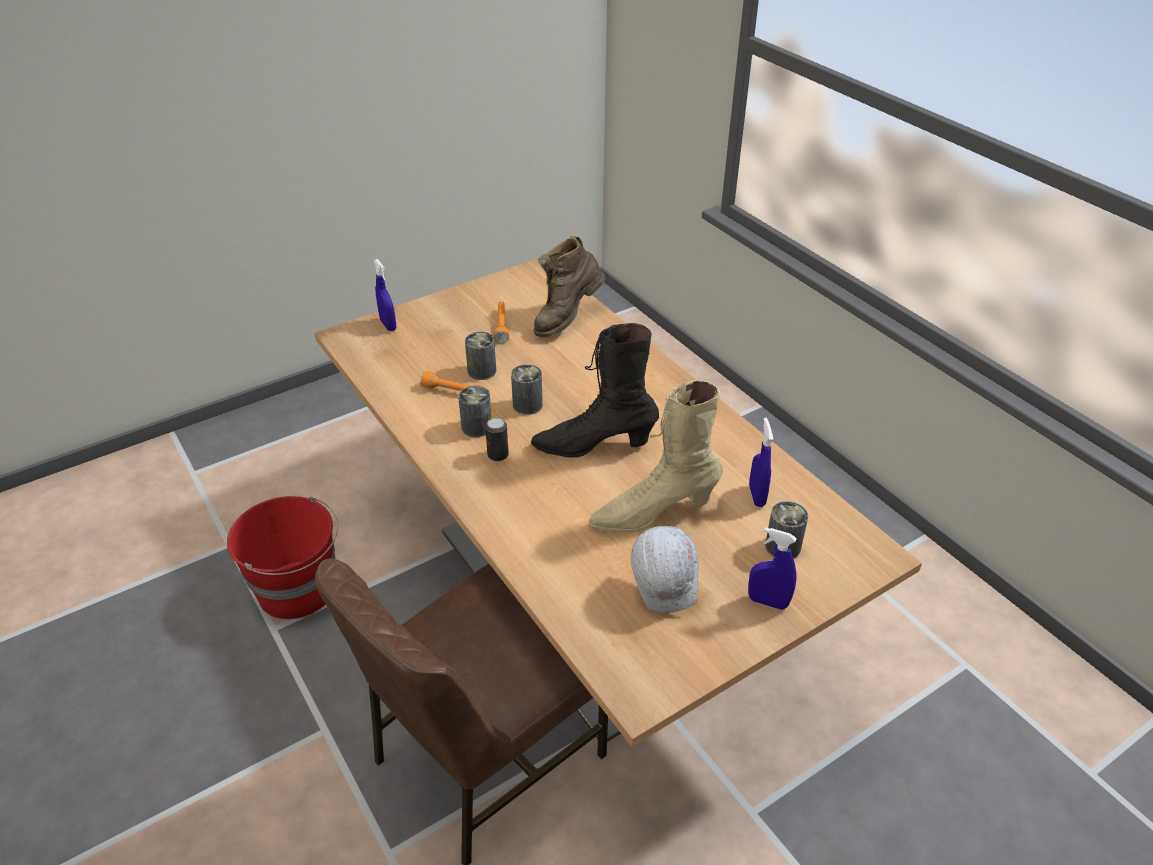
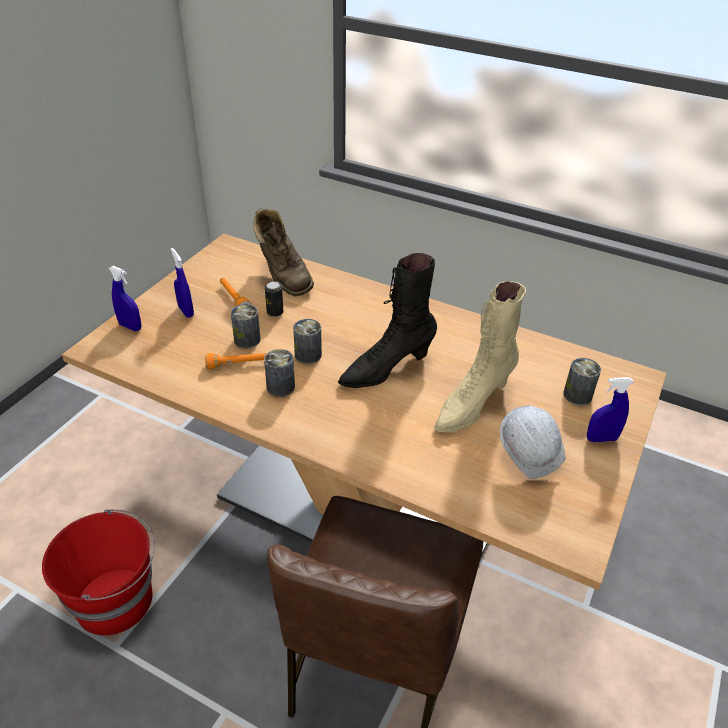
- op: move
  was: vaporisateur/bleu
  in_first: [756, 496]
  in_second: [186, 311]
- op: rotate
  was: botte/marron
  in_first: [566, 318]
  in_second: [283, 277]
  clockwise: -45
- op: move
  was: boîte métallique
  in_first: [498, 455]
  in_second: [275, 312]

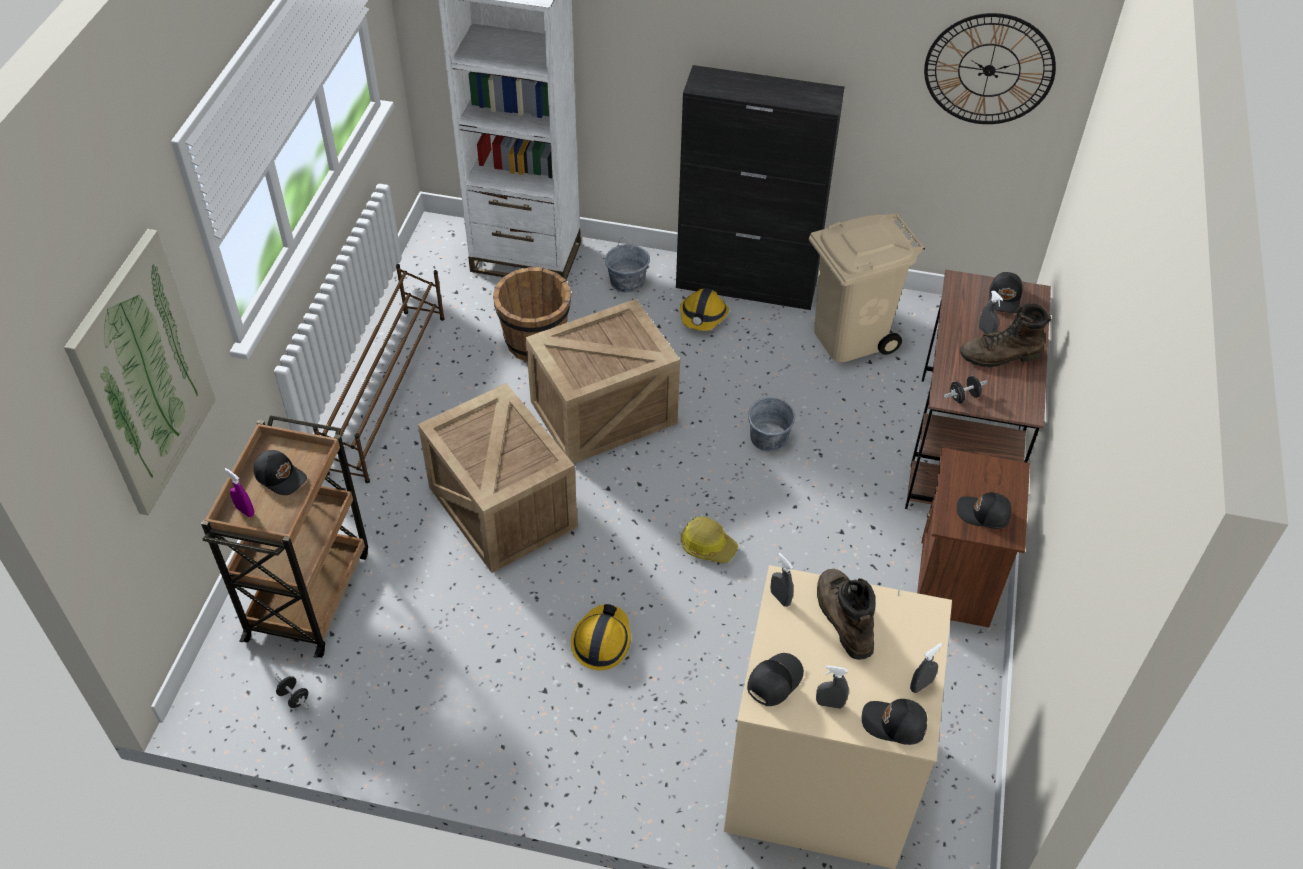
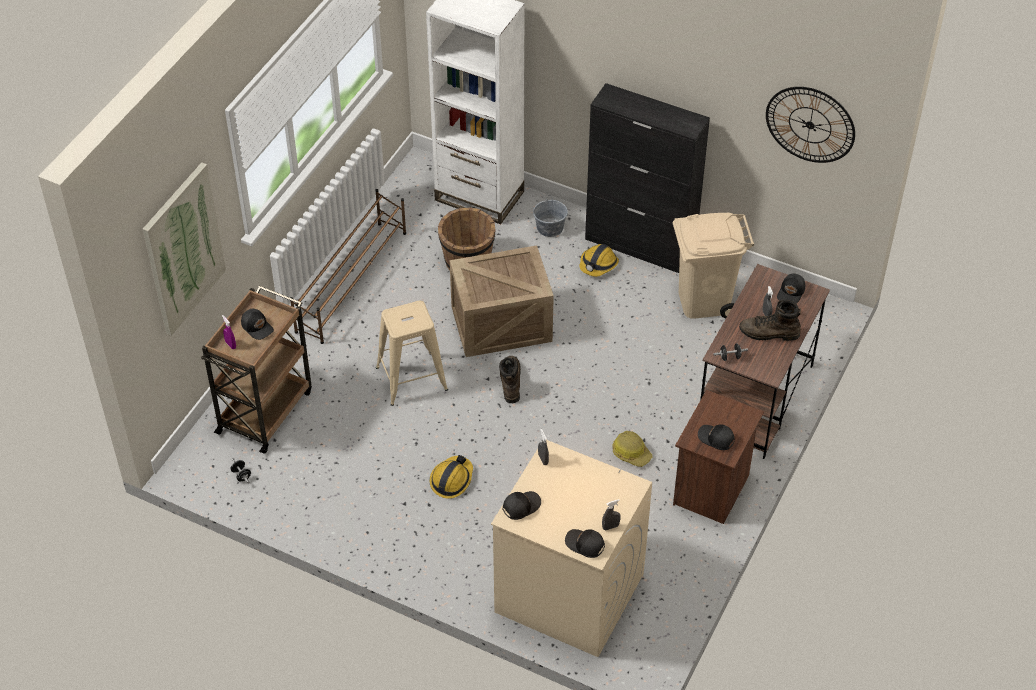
- op: replace
  was: caisse
  now: tabouret/beige
  in_first: [504, 508]
  in_second: [411, 378]
- op: move
  was: botte/marron
  in_first: [843, 618]
  in_second: [510, 382]
- op: move
  was: casque de chantier
  in_first: [707, 545]
  in_second: [631, 452]
- op: delete
  was: seau/gris
  in_first: [769, 438]
- op: delete
  was: vaporisateur/gris
  in_first: [829, 704]

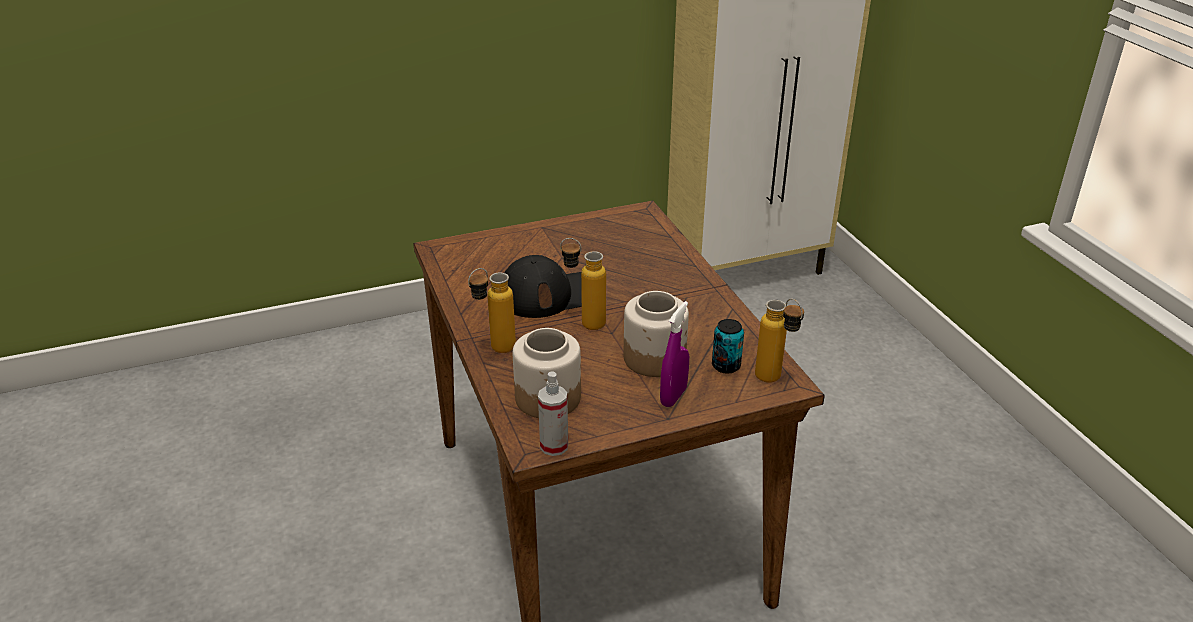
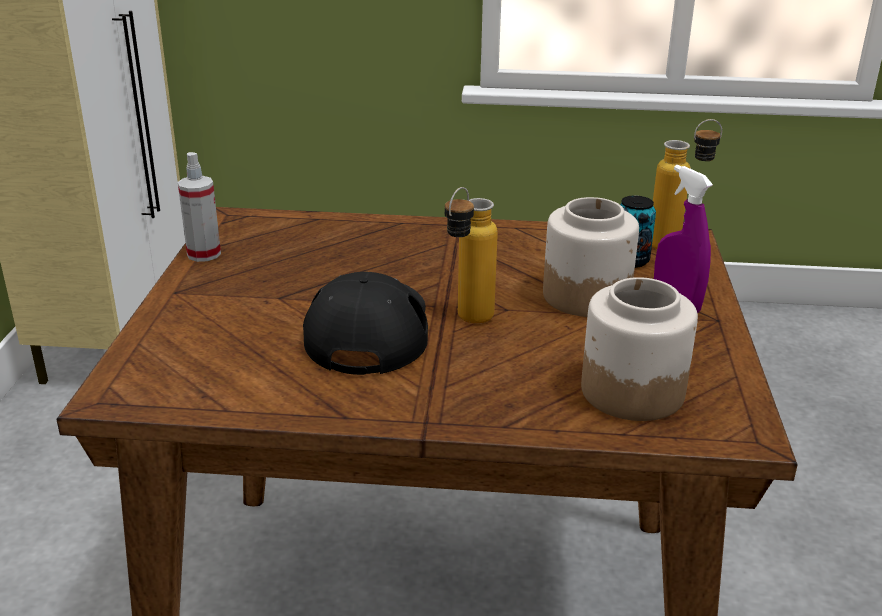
- op: move
  was: vaporisateur
  in_first: [554, 446]
  in_second: [204, 254]
- op: delete
  was: bouteille
  in_first: [494, 350]

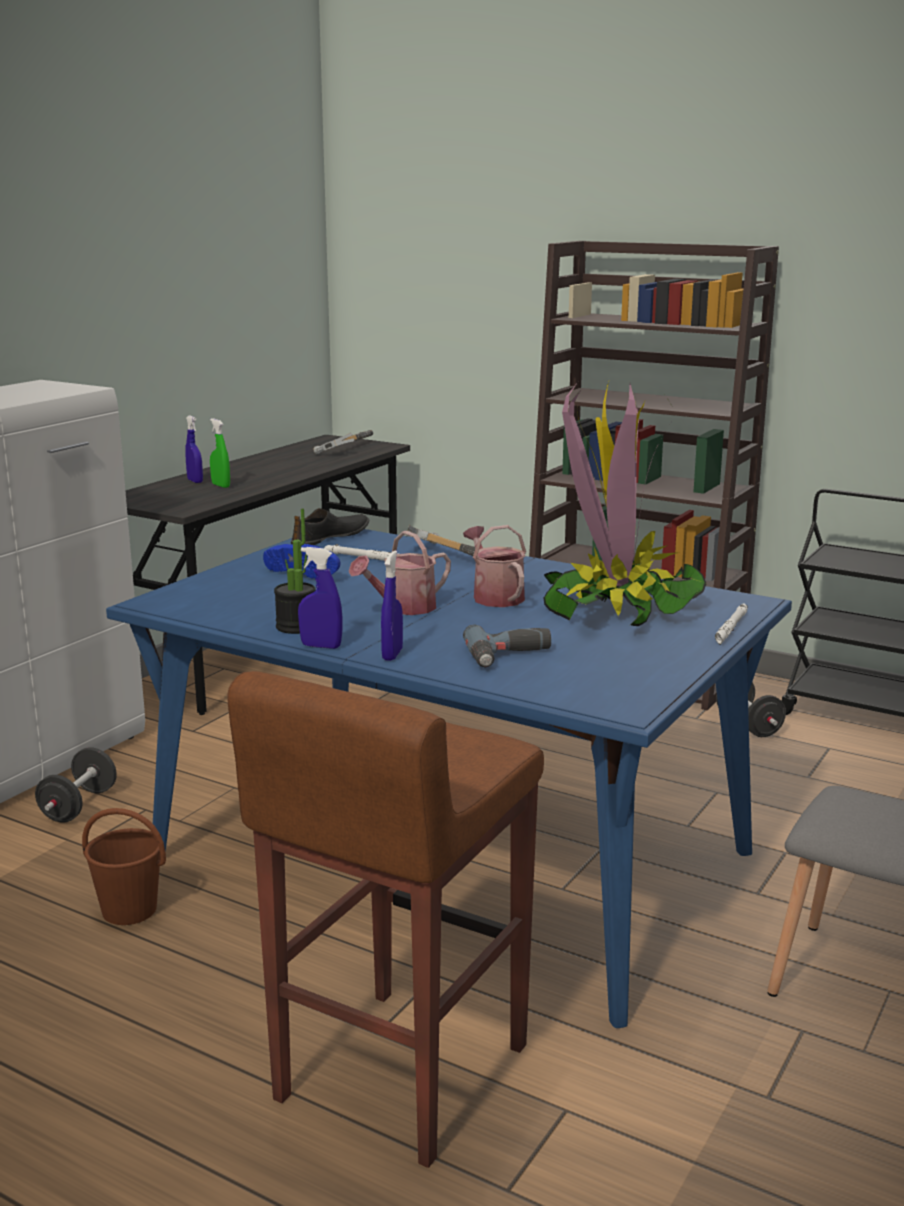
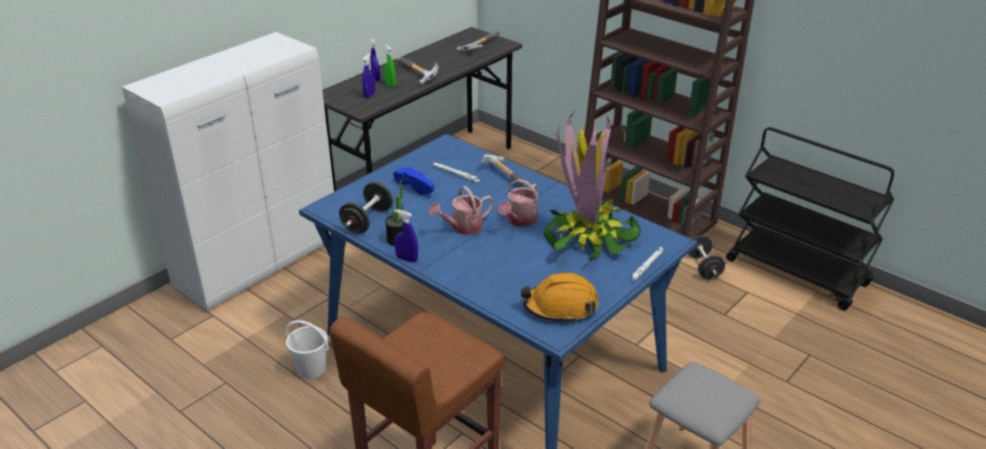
- op: recolor
  was: seau/marron
  now: seau/blanc
  in_first: [128, 910]
  in_second: [310, 368]
- op: move
  was: haltère/noir
  in_first: [79, 806]
  in_second: [367, 221]
- op: move
  was: vaporisateur/bleu
  in_first: [392, 654]
  in_second: [369, 95]
- op: insert
  now: marteau
  in_second: [415, 75]
- op: rotate
  was: arrosoir
  in_first: [495, 596]
  in_second: [519, 221]
  clockwise: -135
- op: insert
  now: casque de chantier/orange
  in_second: [560, 307]
- op: delete
  was: chaussure/noir
  in_first: [331, 537]
- op: delete
  was: perceuse
  in_first: [510, 656]

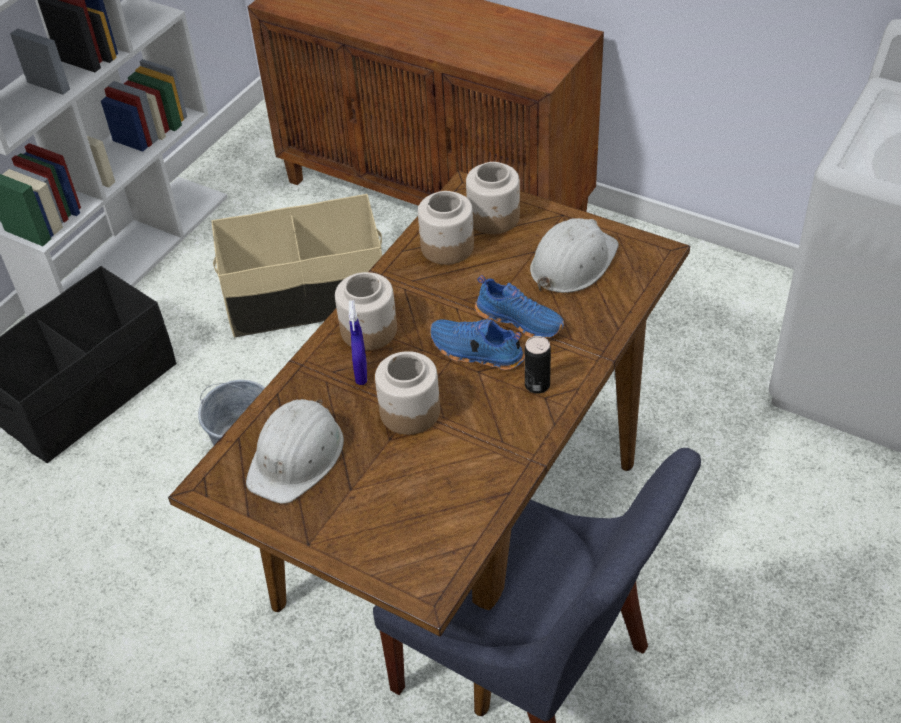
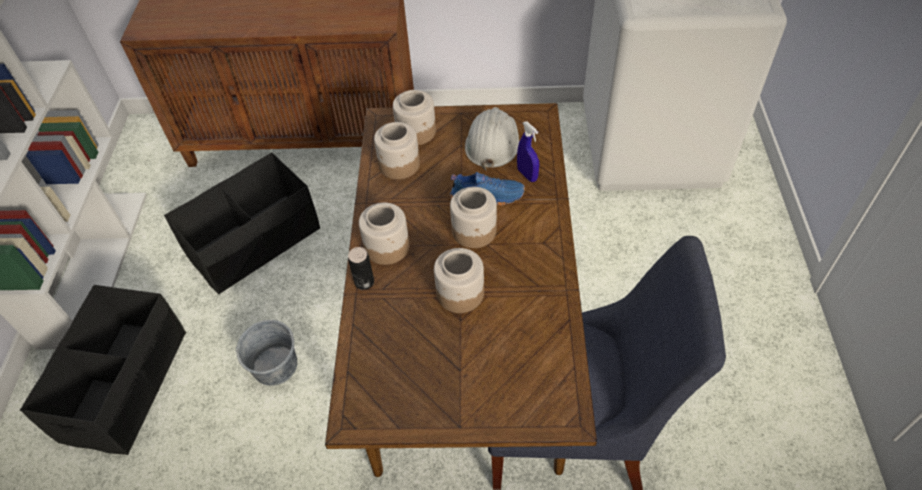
- op: recolor
  was: boîte de rangement/beige
  now: boîte de rangement/noir
  in_first: [306, 297]
  in_second: [255, 243]
- op: move
  was: boîte métallique
  in_first: [537, 385]
  in_second: [364, 282]
- op: replace
  was: chaussure/bleu
  now: bocal
  in_first: [476, 353]
  in_second: [474, 231]
- op: move
  was: vaporisateur/bleu
  in_first: [361, 373]
  in_second: [527, 175]
- op: delete
  was: casque de chantier/blanc
  in_first: [297, 456]

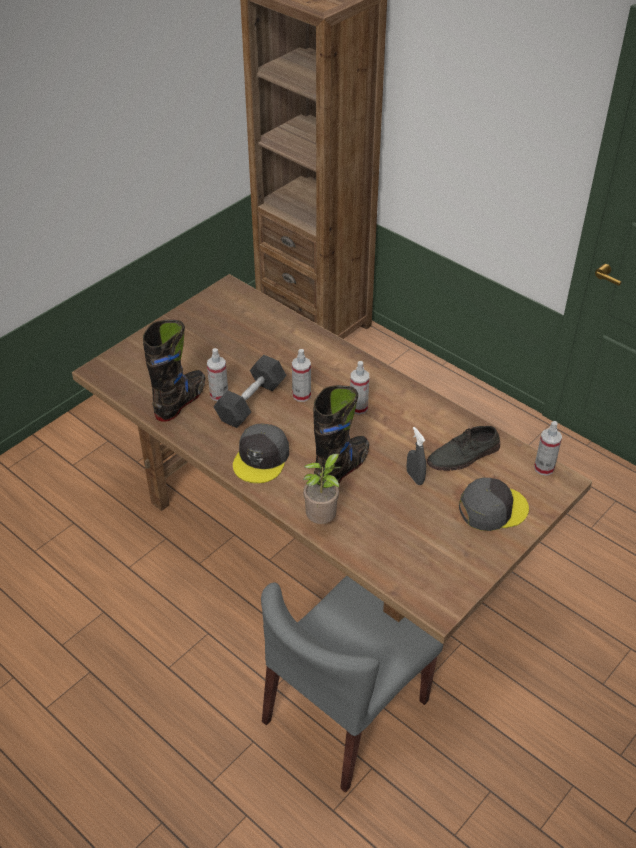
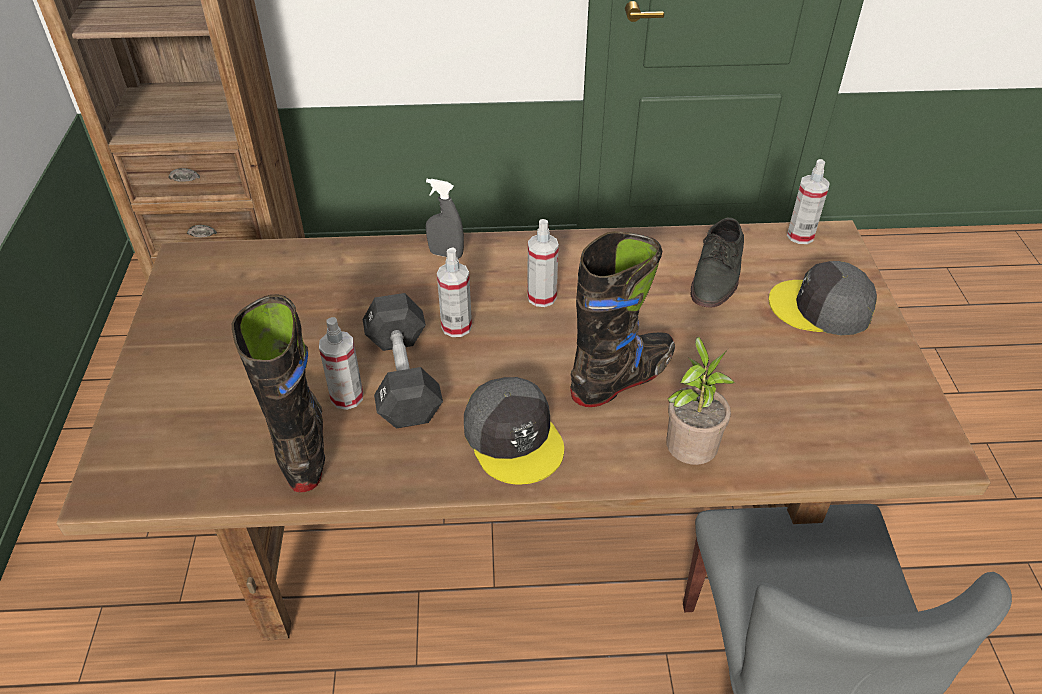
- op: move
  was: vaporisateur/gris
  in_first: [415, 477]
  in_second: [446, 254]
- op: rotate
  was: botte/noir
  in_first: [342, 468]
  in_second: [622, 378]
  clockwise: 60
- op: rotate
  was: casquette/gris
  in_first: [492, 508]
  in_second: [821, 308]
  clockwise: -105

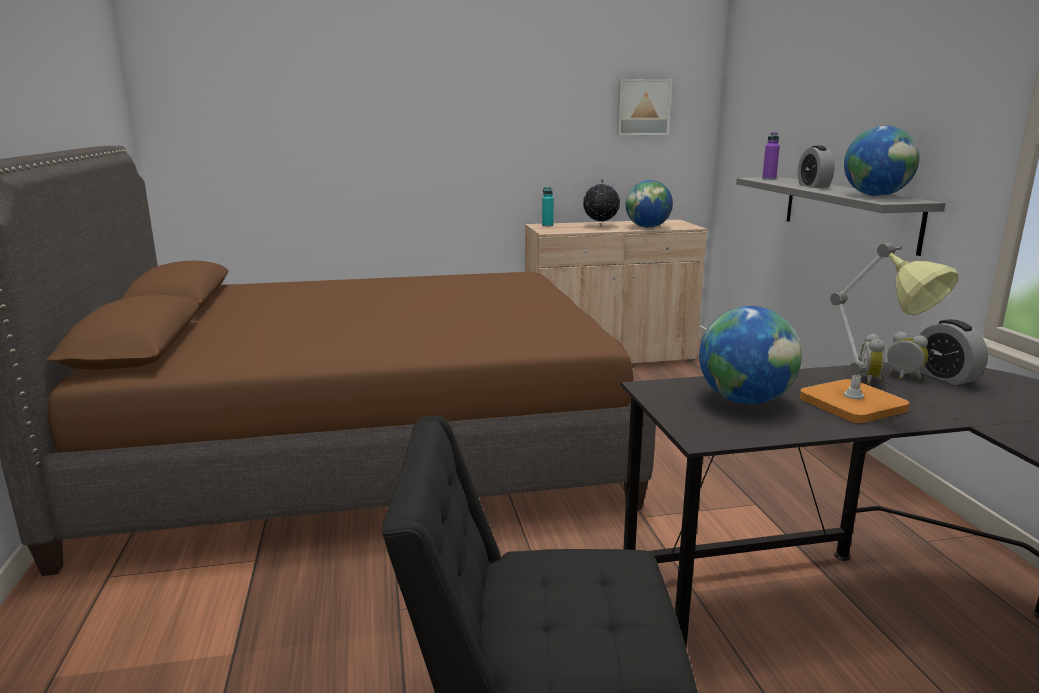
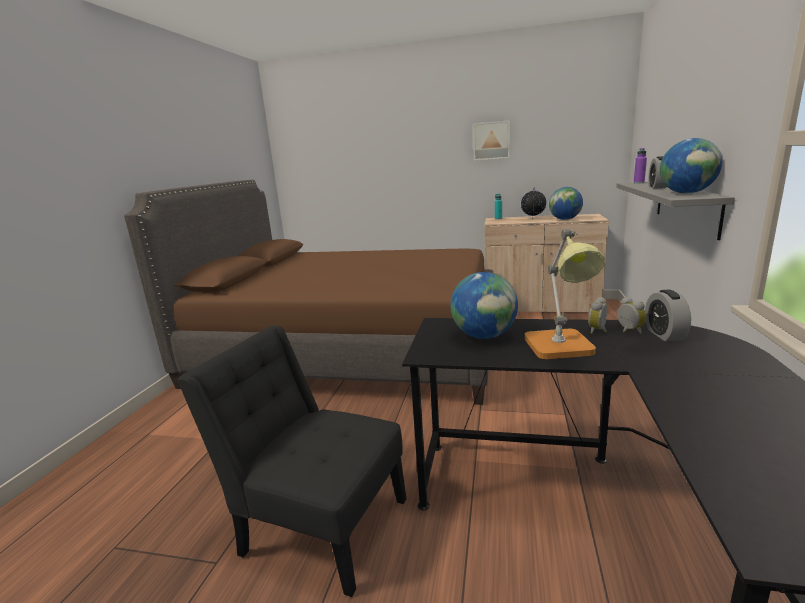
- op: move
  was: tableau
  in_first: [642, 107]
  in_second: [491, 140]

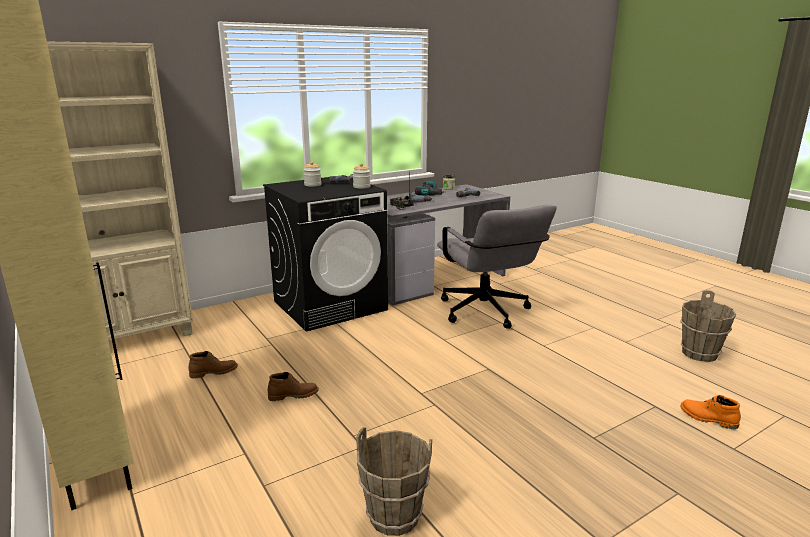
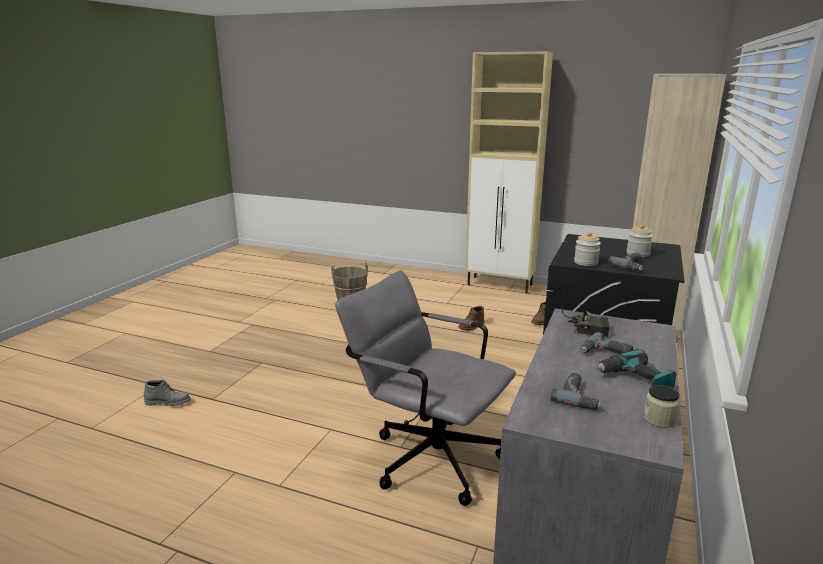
- op: recolor
  was: botte/orange
  now: botte/gris
  in_first: [708, 418]
  in_second: [168, 402]
- op: delete
  was: seau/marron
  in_first: [700, 354]

